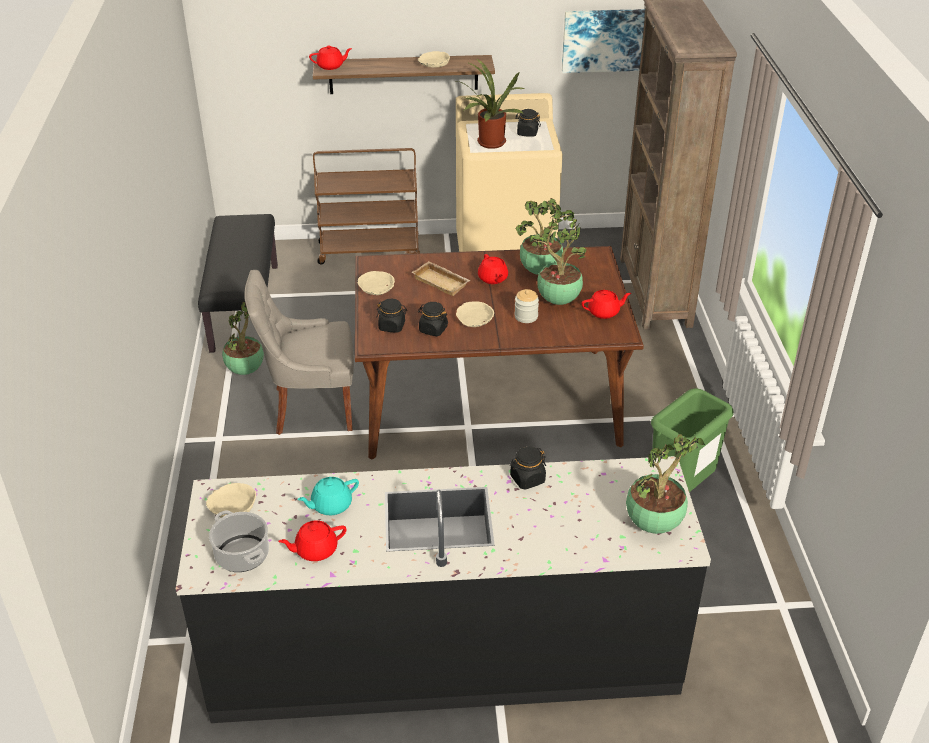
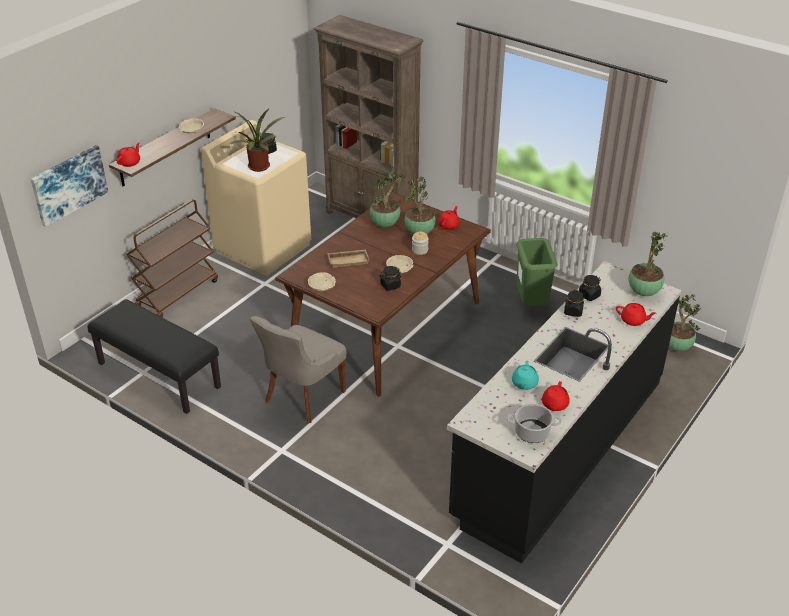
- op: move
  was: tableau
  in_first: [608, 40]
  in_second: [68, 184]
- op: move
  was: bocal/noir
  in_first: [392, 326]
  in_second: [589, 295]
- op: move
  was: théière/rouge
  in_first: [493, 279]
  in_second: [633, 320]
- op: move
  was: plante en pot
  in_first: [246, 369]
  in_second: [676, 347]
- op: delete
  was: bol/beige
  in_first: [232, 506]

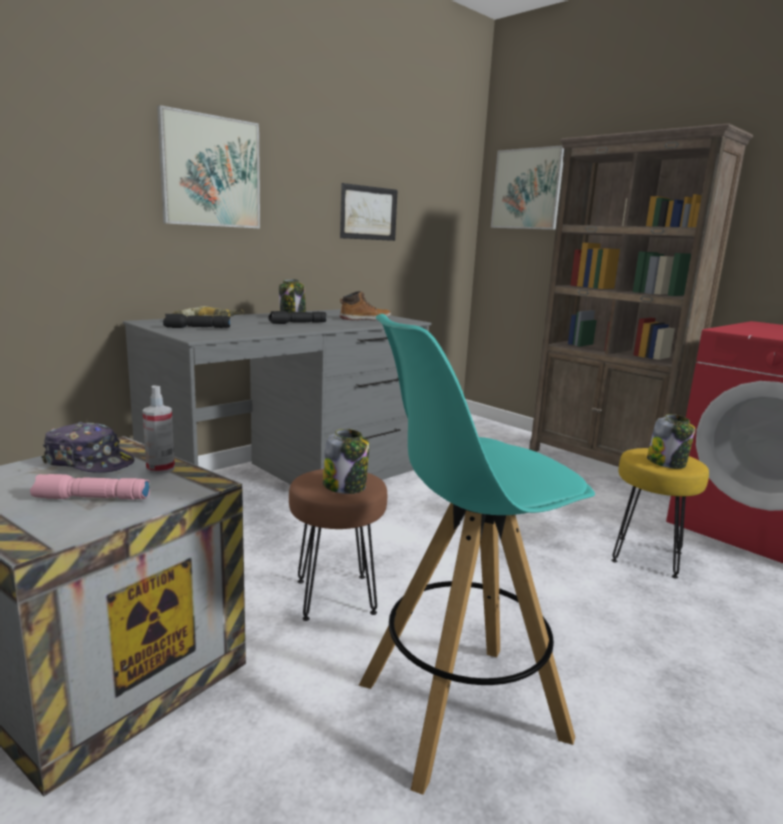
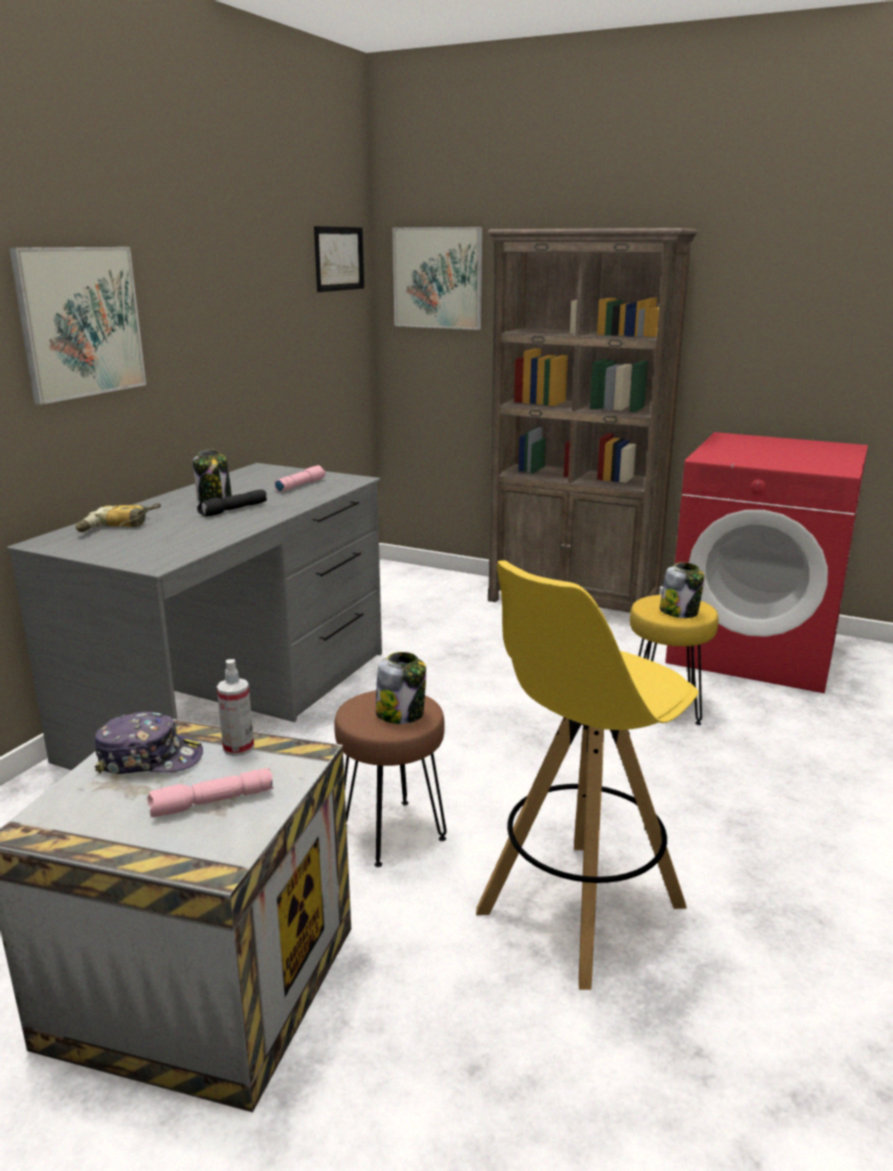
- op: replace
  was: botte
  now: lampe de poche/rose
  in_first: [365, 319]
  in_second: [300, 485]
- op: move
  was: tableau
  in_first: [368, 213]
  in_second: [339, 258]
- op: recolor
  was: tabouret/turquoise
  now: tabouret/jaune
  in_first: [458, 711]
  in_second: [579, 909]
- op: delete
  was: lampe de poche/noir
  in_first: [196, 328]

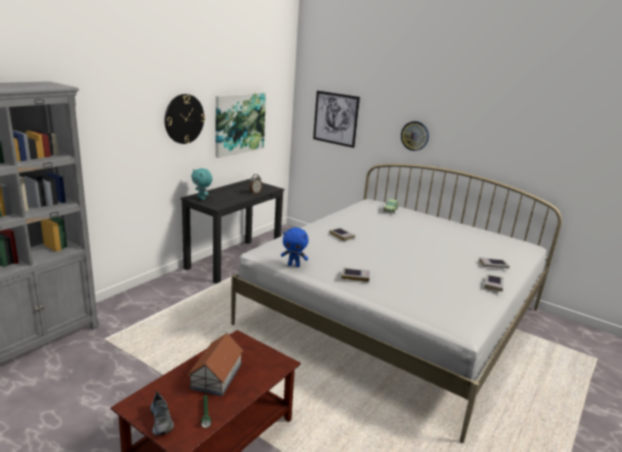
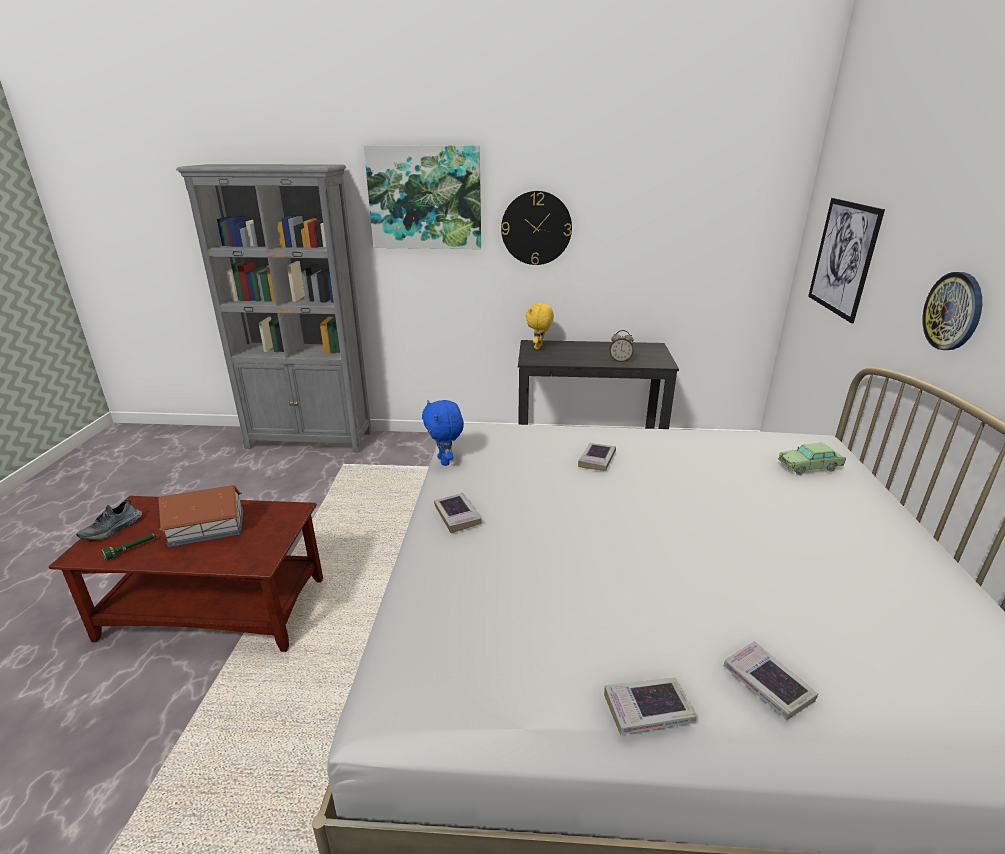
- op: move
  was: tableau
  in_first: [239, 123]
  in_second: [425, 198]
- op: recolor
  was: peluche/turquoise
  now: peluche/jaune
  in_first: [202, 198]
  in_second: [539, 347]

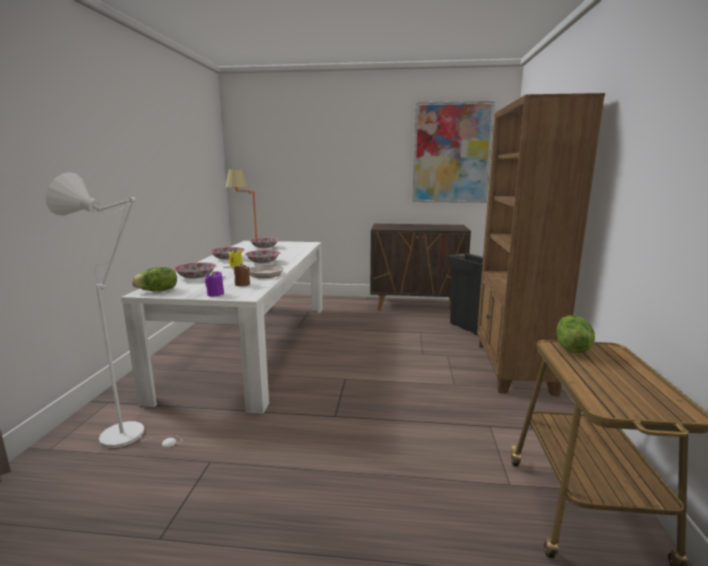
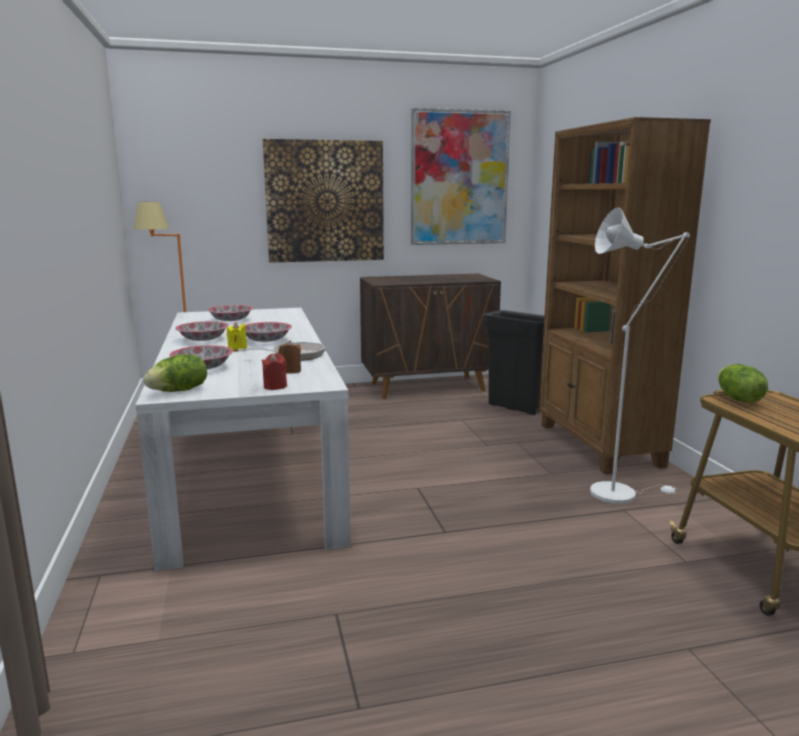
- op: recolor
  was: bougie/violet
  now: bougie/rouge
  in_first: [215, 294]
  in_second: [275, 386]
- op: insert
  now: tableau
  in_second: [325, 201]
- op: move
  was: lampadaire/blanc
  in_first: [130, 435]
  in_second: [620, 492]

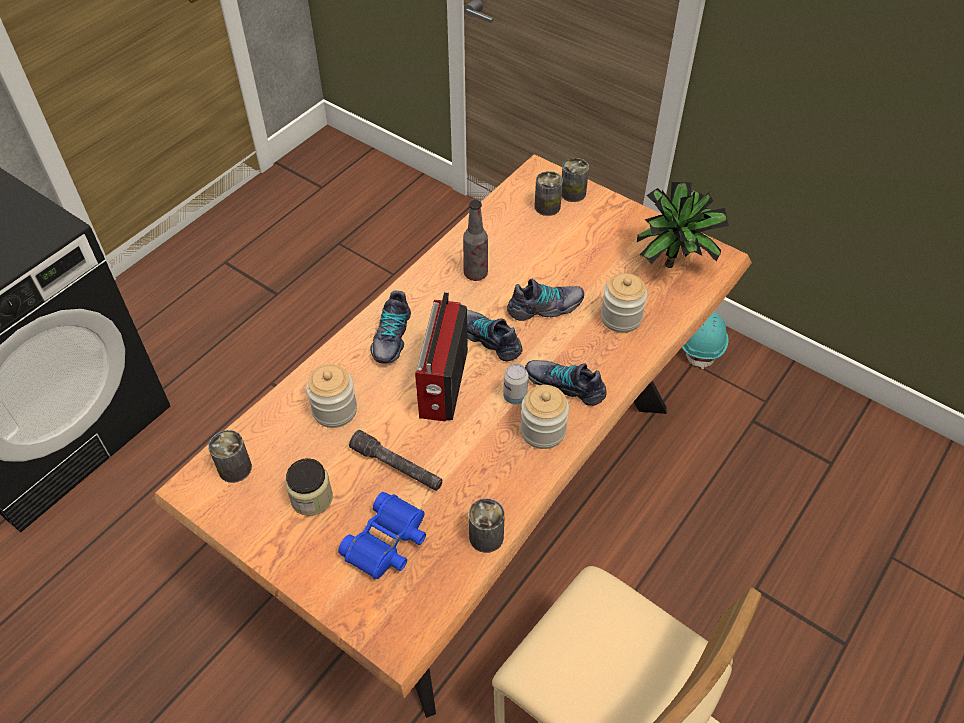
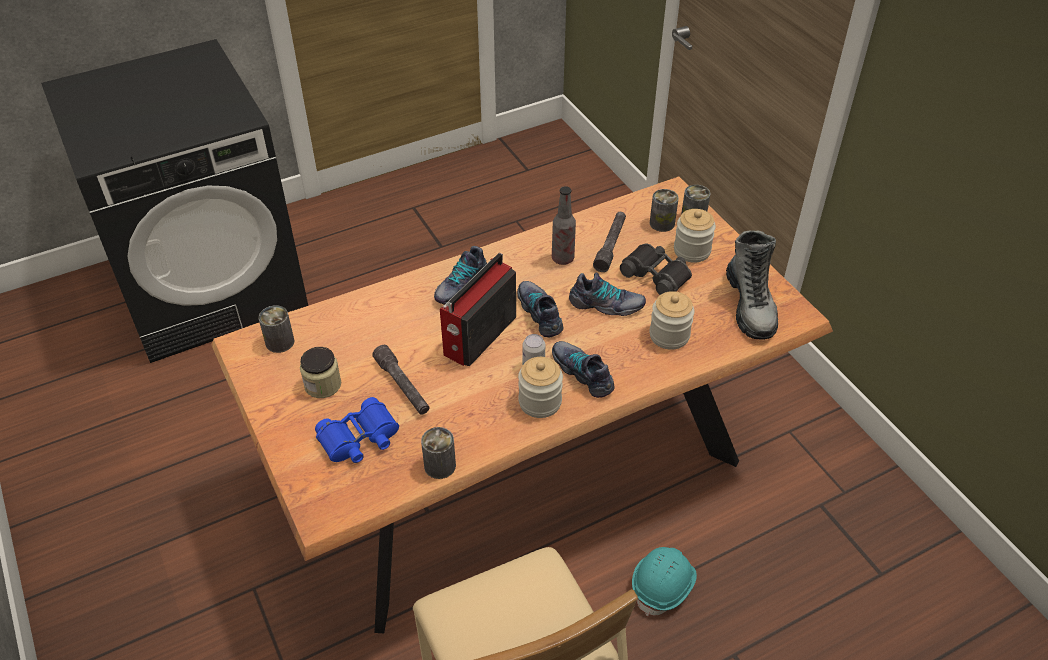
- op: insert
  now: lampe de poche/gris
  in_second: [610, 245]
- op: insert
  now: jumelles/noir
  in_second: [656, 274]
- op: move
  was: casque de chantier/turquoise
  in_first: [701, 344]
  in_second: [663, 585]
- op: move
  was: bocal
  in_first: [335, 410]
  in_second: [692, 250]
- op: replace
  was: plante en pot
  now: botte
  in_first: [673, 262]
  in_second: [750, 305]

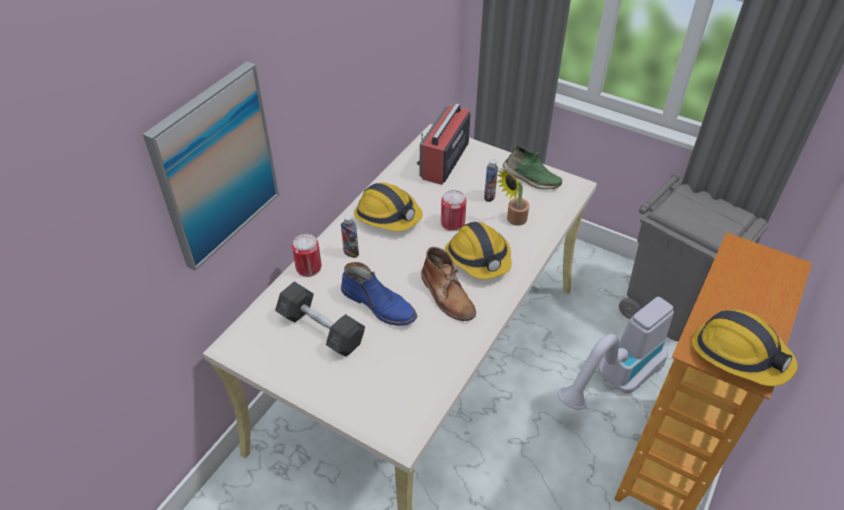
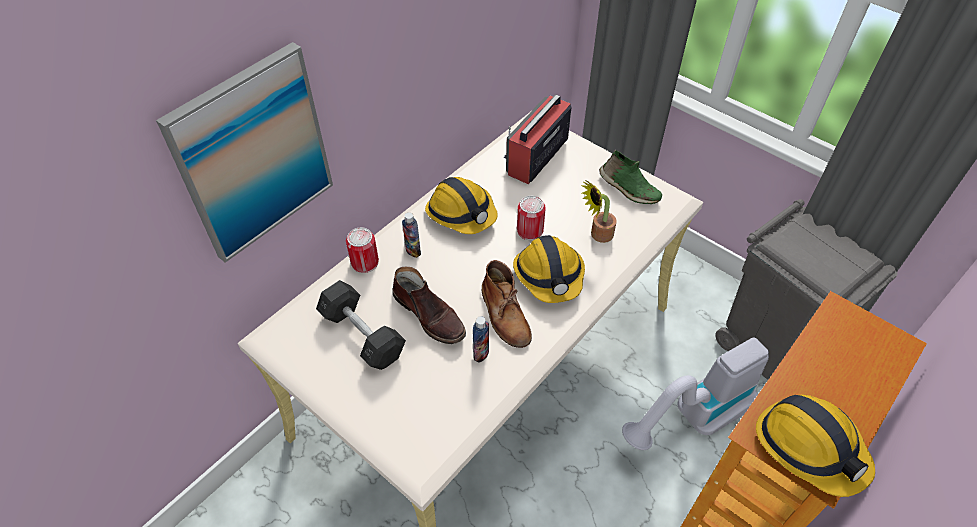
- op: recolor
  was: botte/bleu
  now: botte/marron
  in_first: [379, 304]
  in_second: [430, 315]
- op: move
  was: bouteille
  in_first: [489, 196]
  in_second: [481, 353]

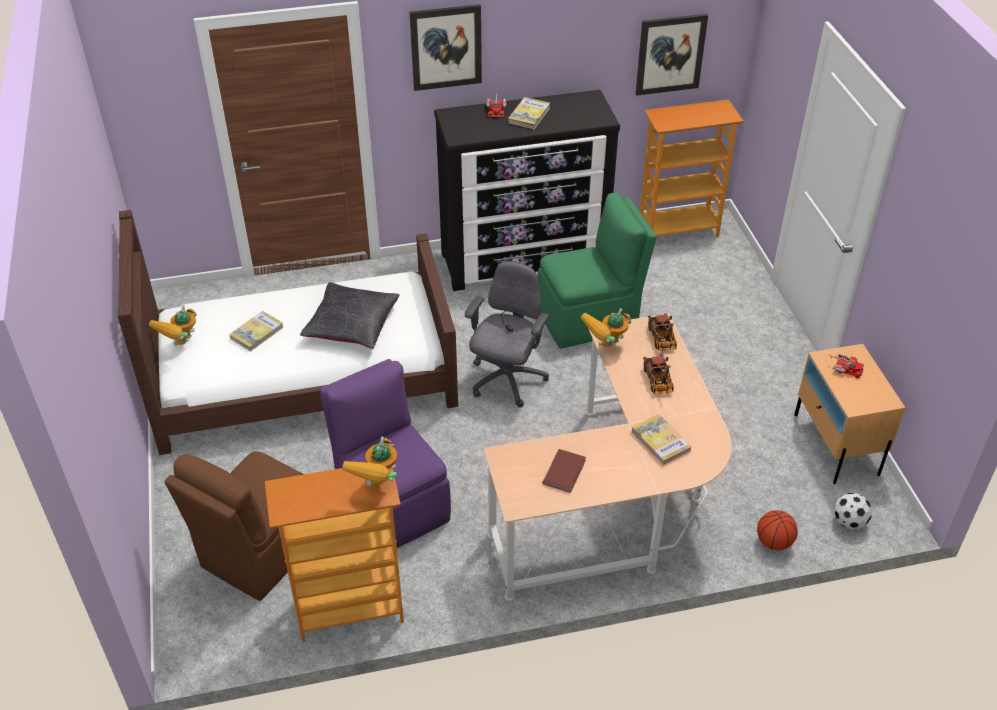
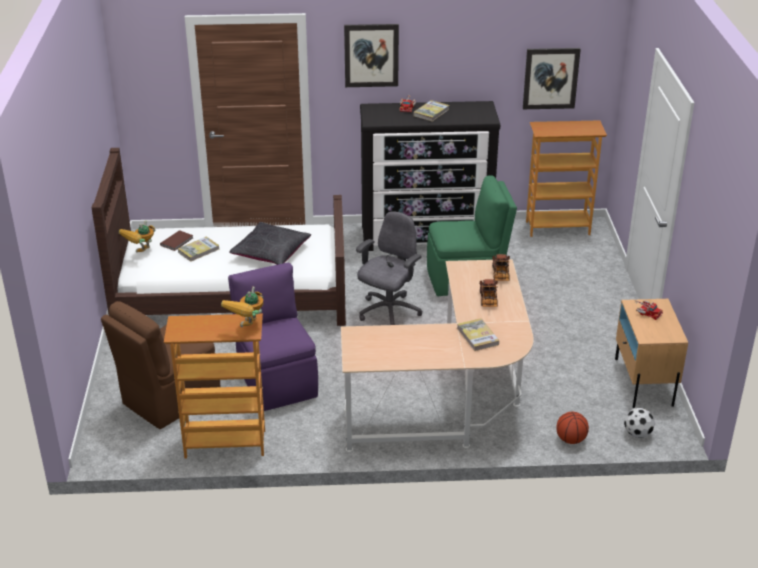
- op: move
  was: livre/marron
  in_first: [565, 472]
  in_second: [177, 241]
- op: delete
  was: robot jouet
  in_first: [605, 349]

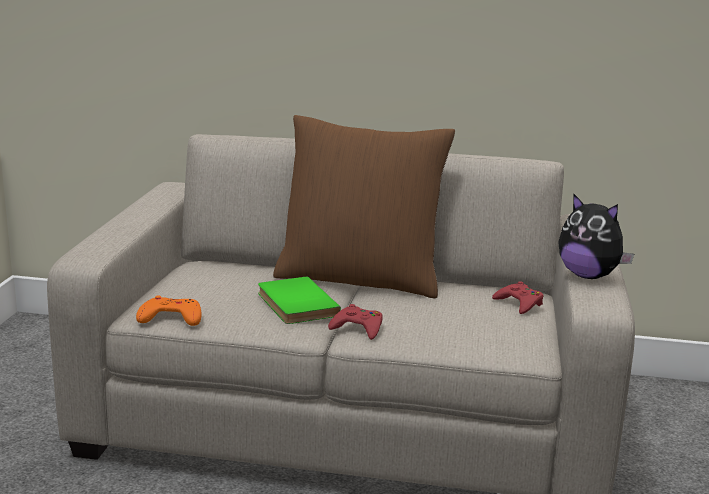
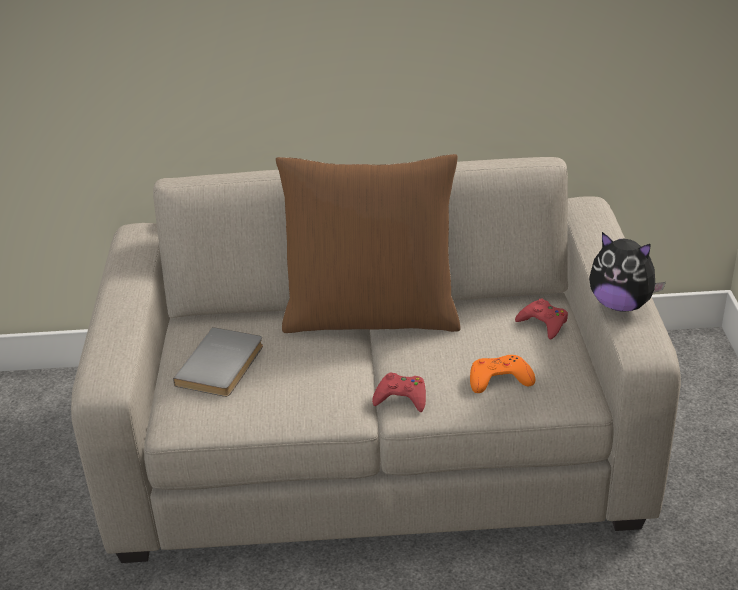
- op: insert
  now: livre/gris
  in_second: [223, 365]
- op: move
  was: manette/orange
  in_first: [171, 318]
  in_second: [499, 379]
- op: delete
  was: livre/vert
  in_first: [294, 304]

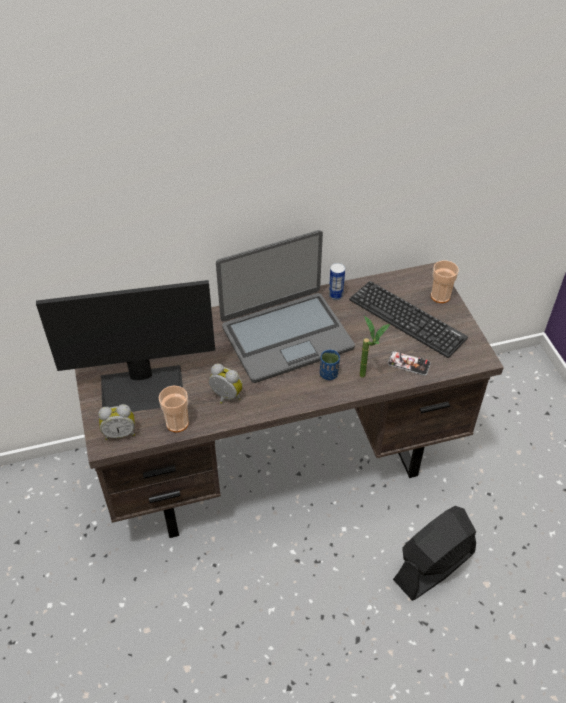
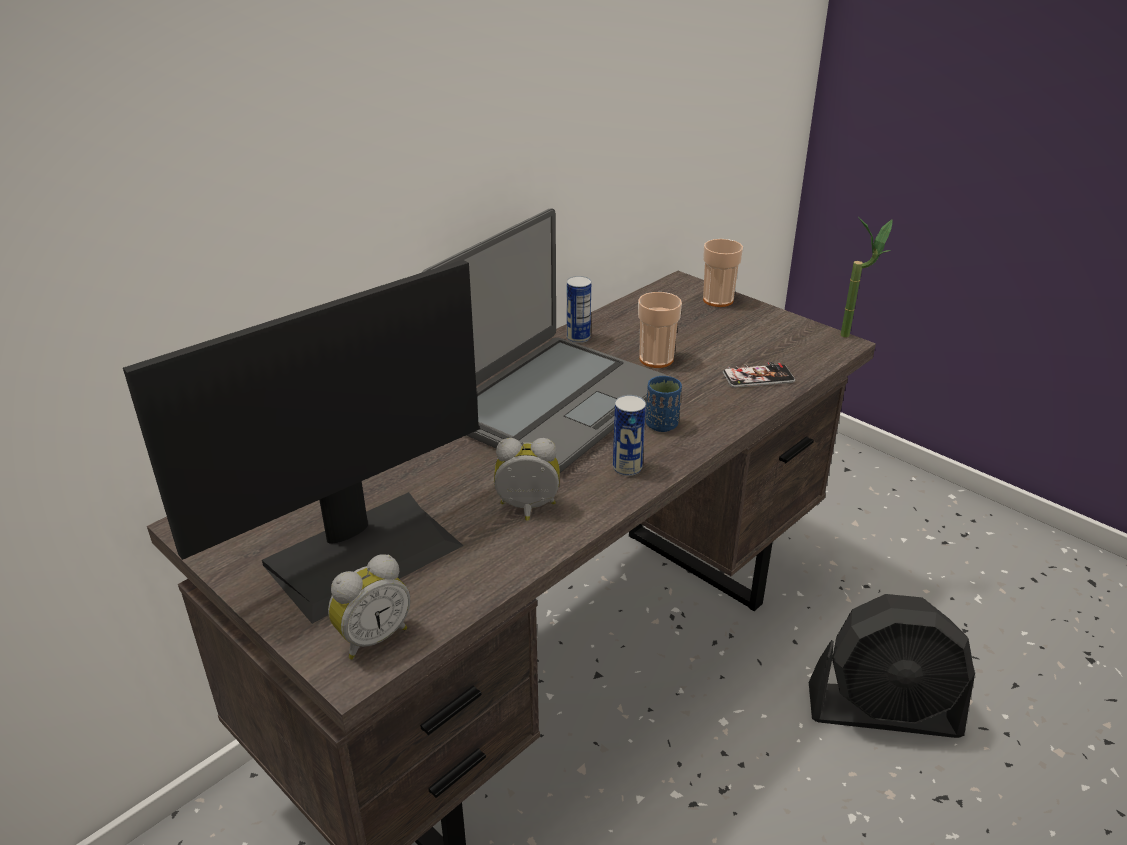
- op: insert
  now: boîte métallique
  in_second: [627, 468]
- op: move
  was: tasse
  in_first: [177, 423]
  in_second: [656, 359]
- op: rotate
  was: ventilateur/noir
  in_first: [433, 566]
  in_second: [884, 711]
  clockwise: -105
- op: move
  was: plante en pot
  in_first: [368, 377]
  in_second: [853, 334]
- op: delete
  was: clavier
  in_first: [407, 319]

